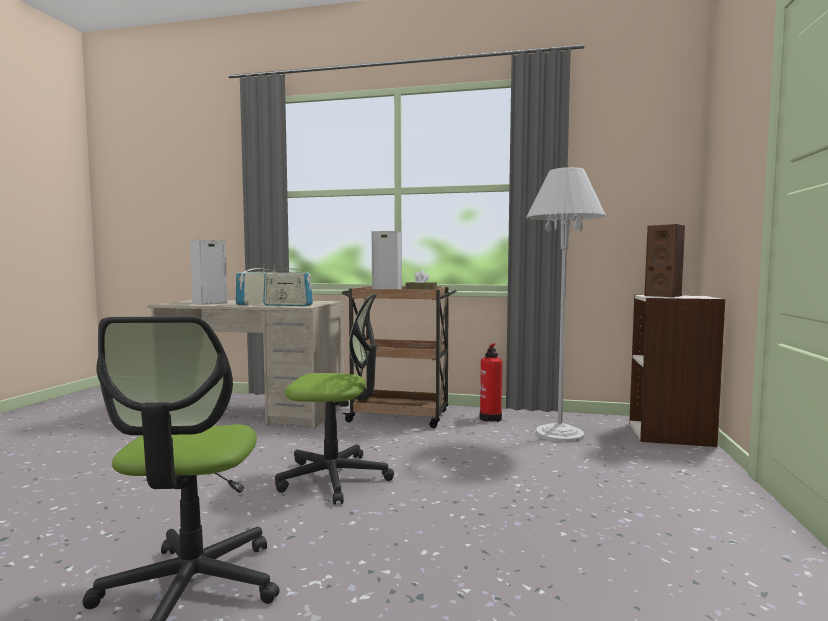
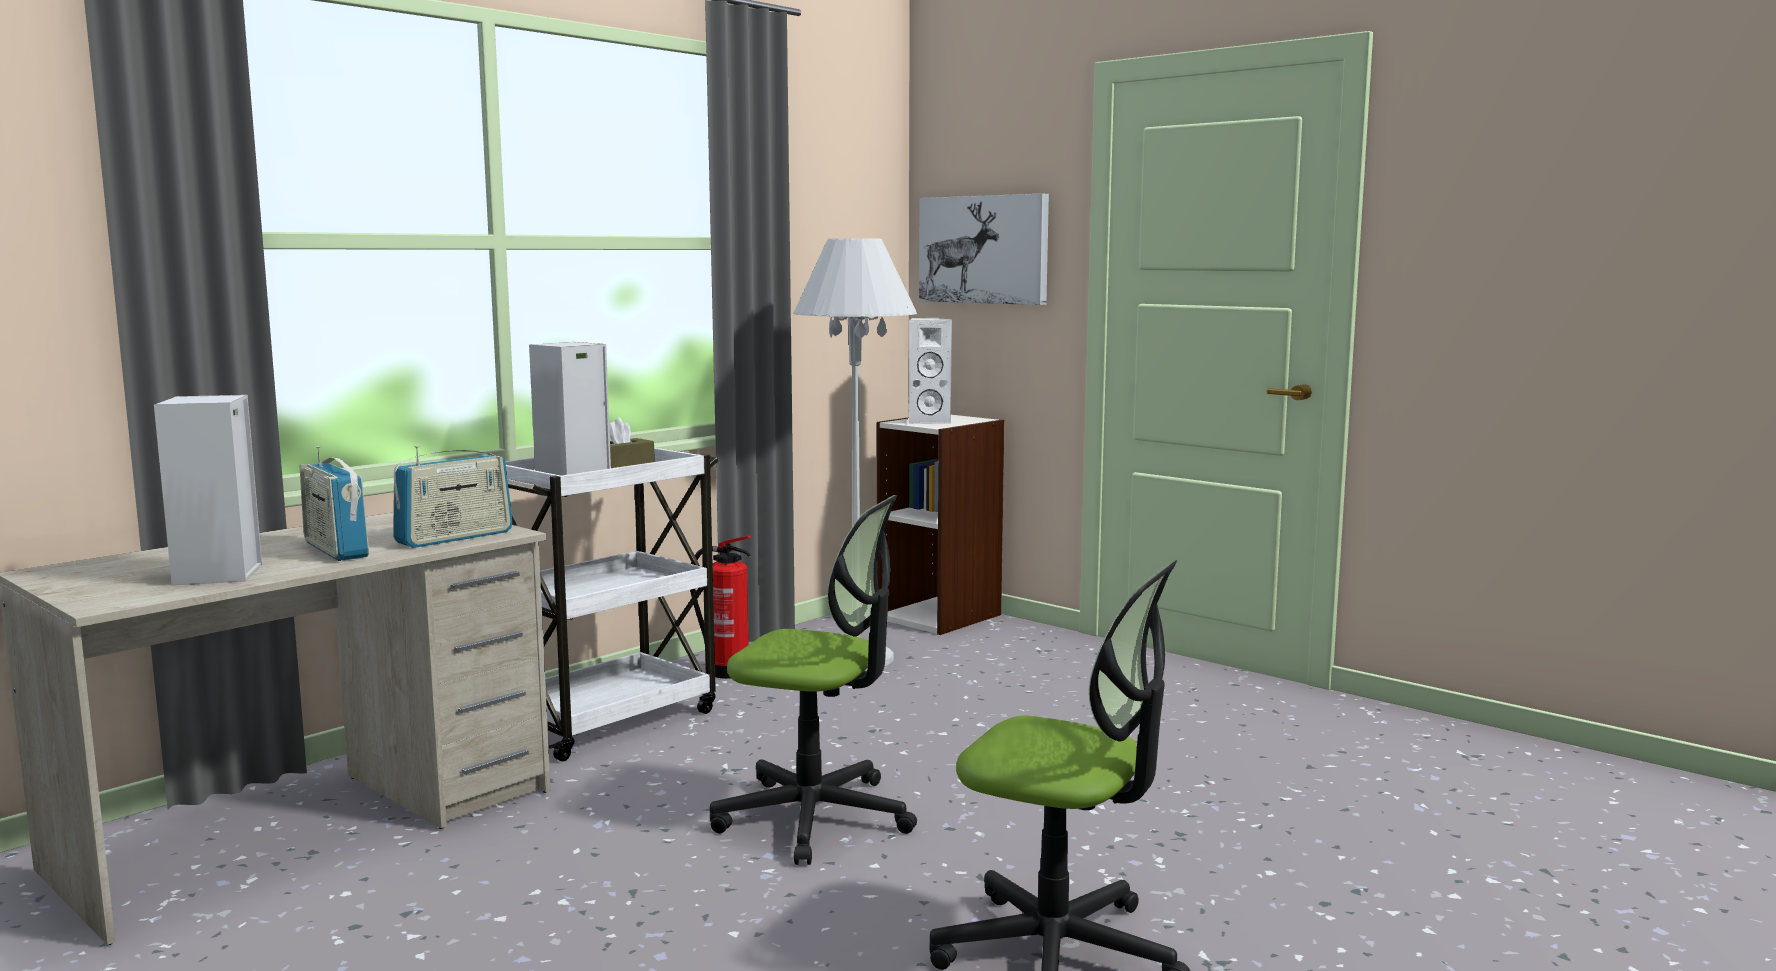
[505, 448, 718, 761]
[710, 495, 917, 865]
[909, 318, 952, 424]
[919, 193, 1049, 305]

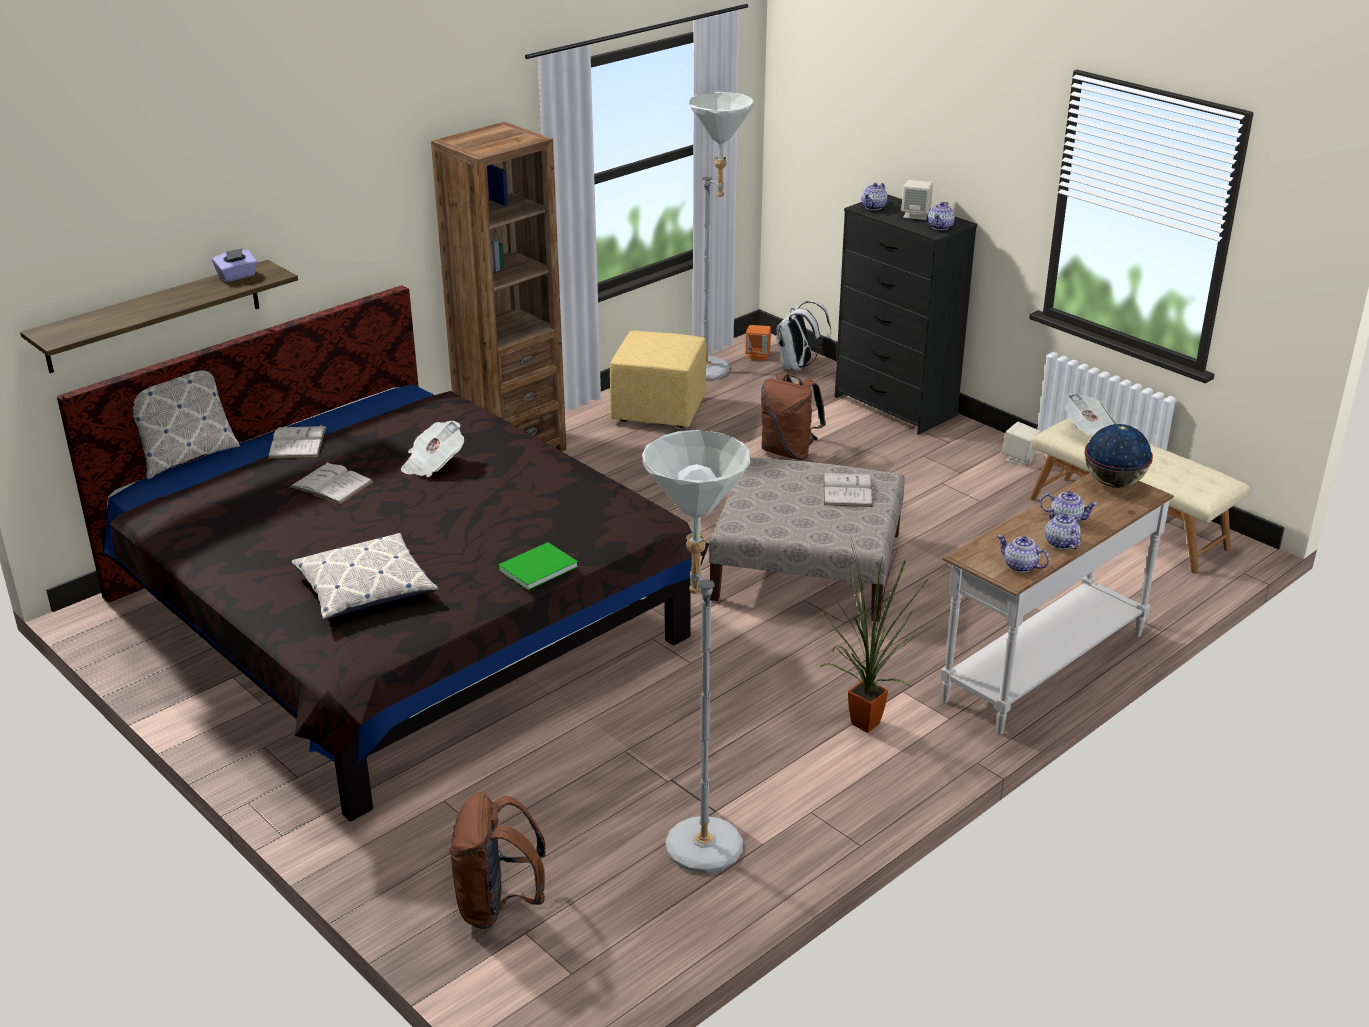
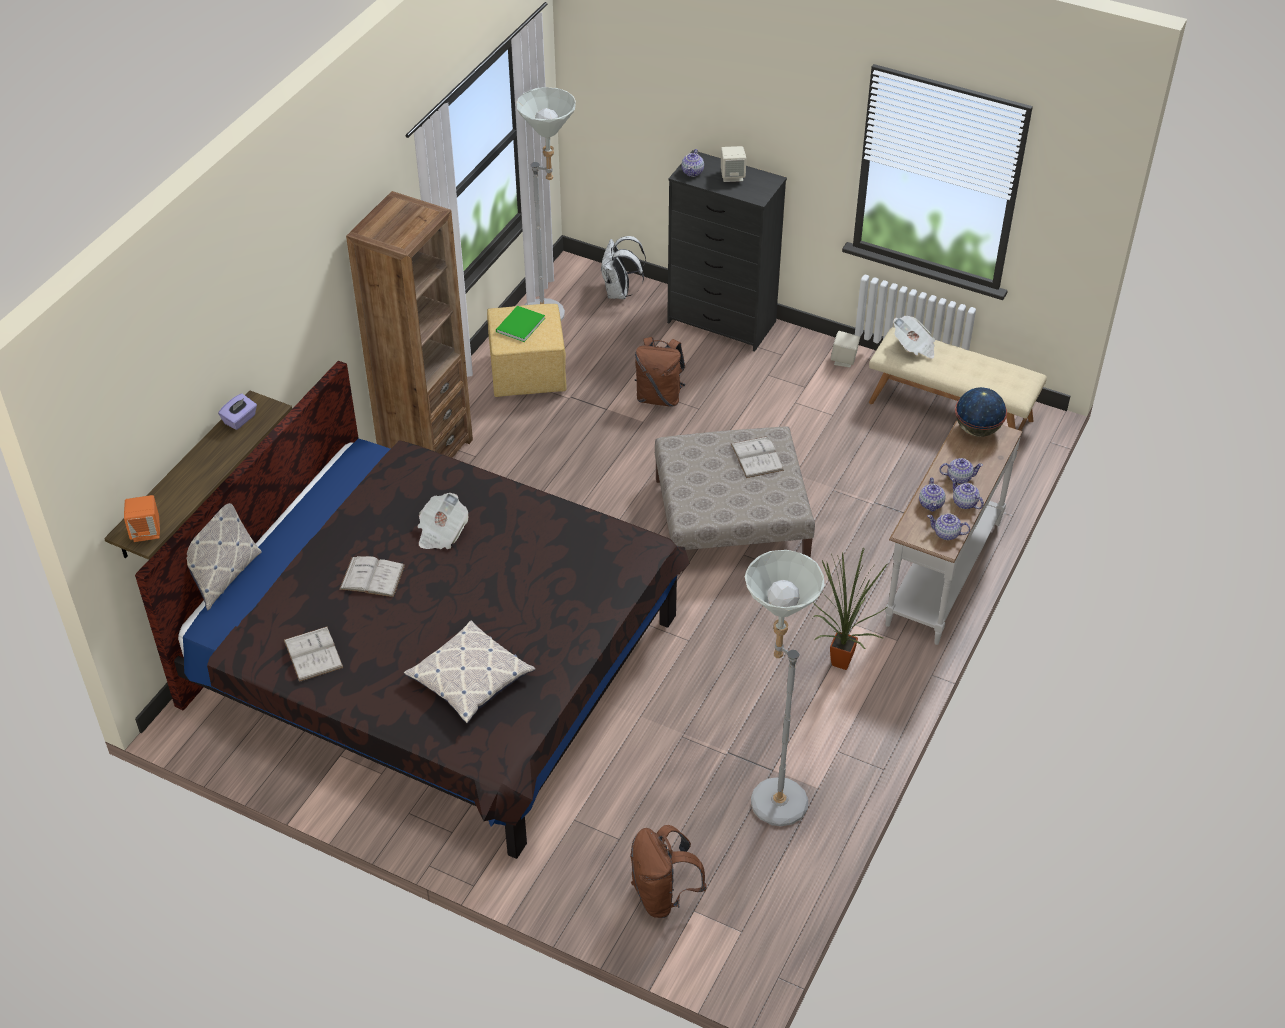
[124, 495, 160, 542]
[284, 626, 343, 682]
[496, 306, 545, 342]
[919, 477, 946, 512]

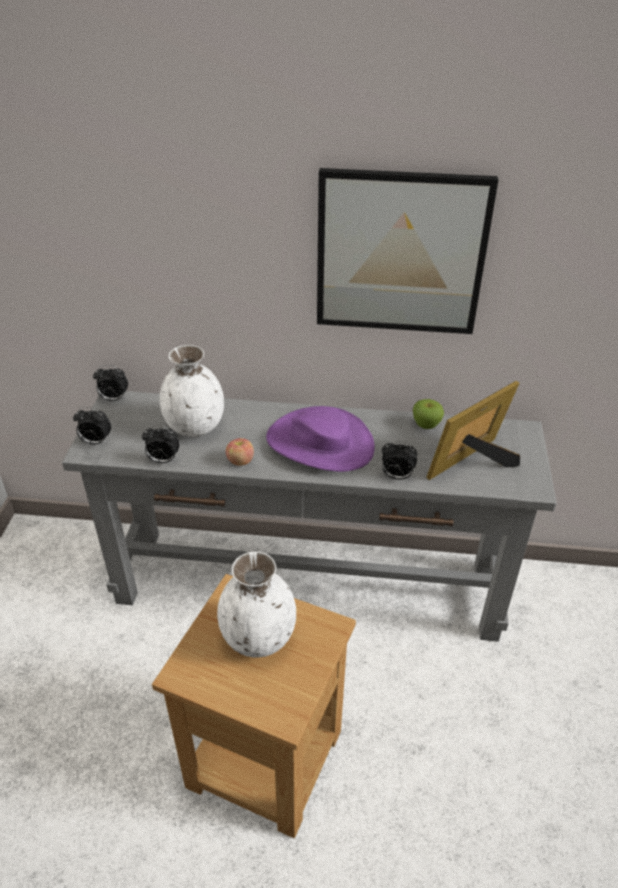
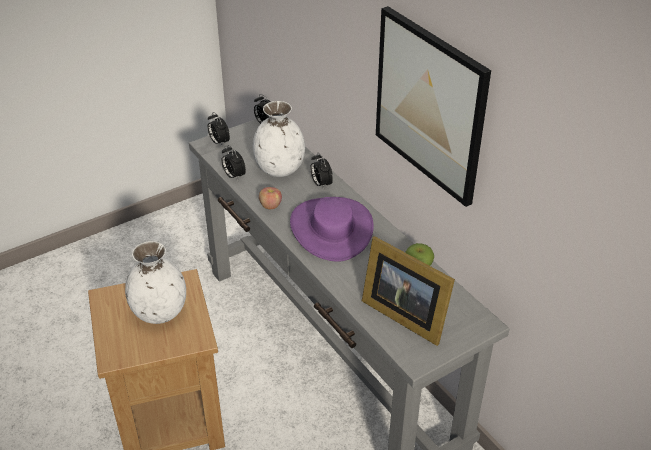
[310, 153, 333, 190]
[362, 236, 455, 346]

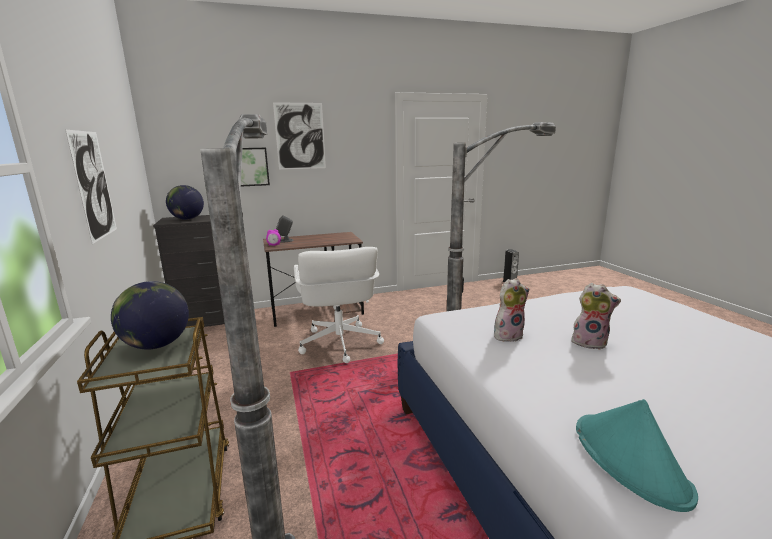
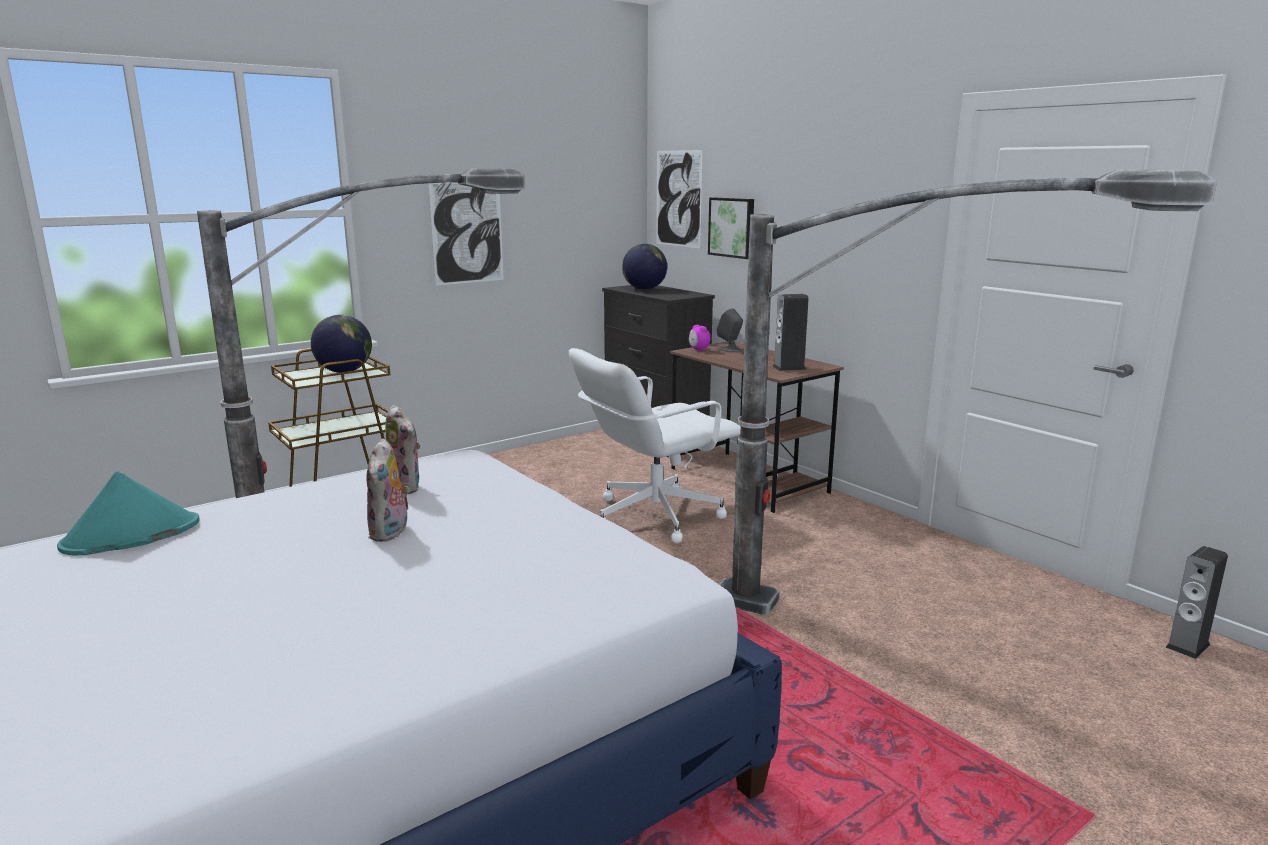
[656, 150, 703, 249]
[772, 294, 809, 371]

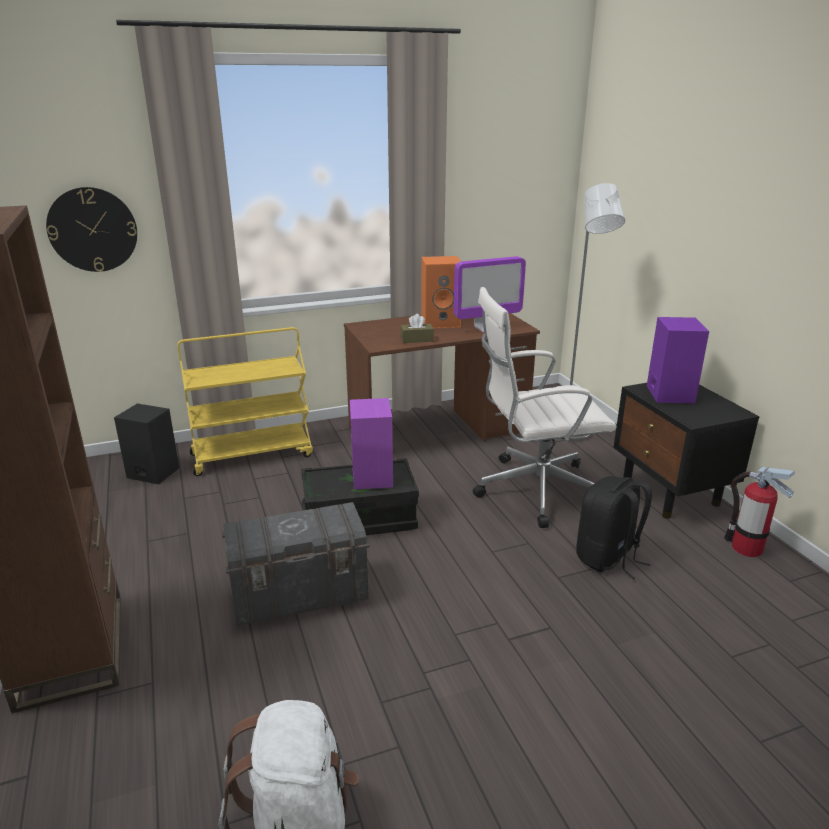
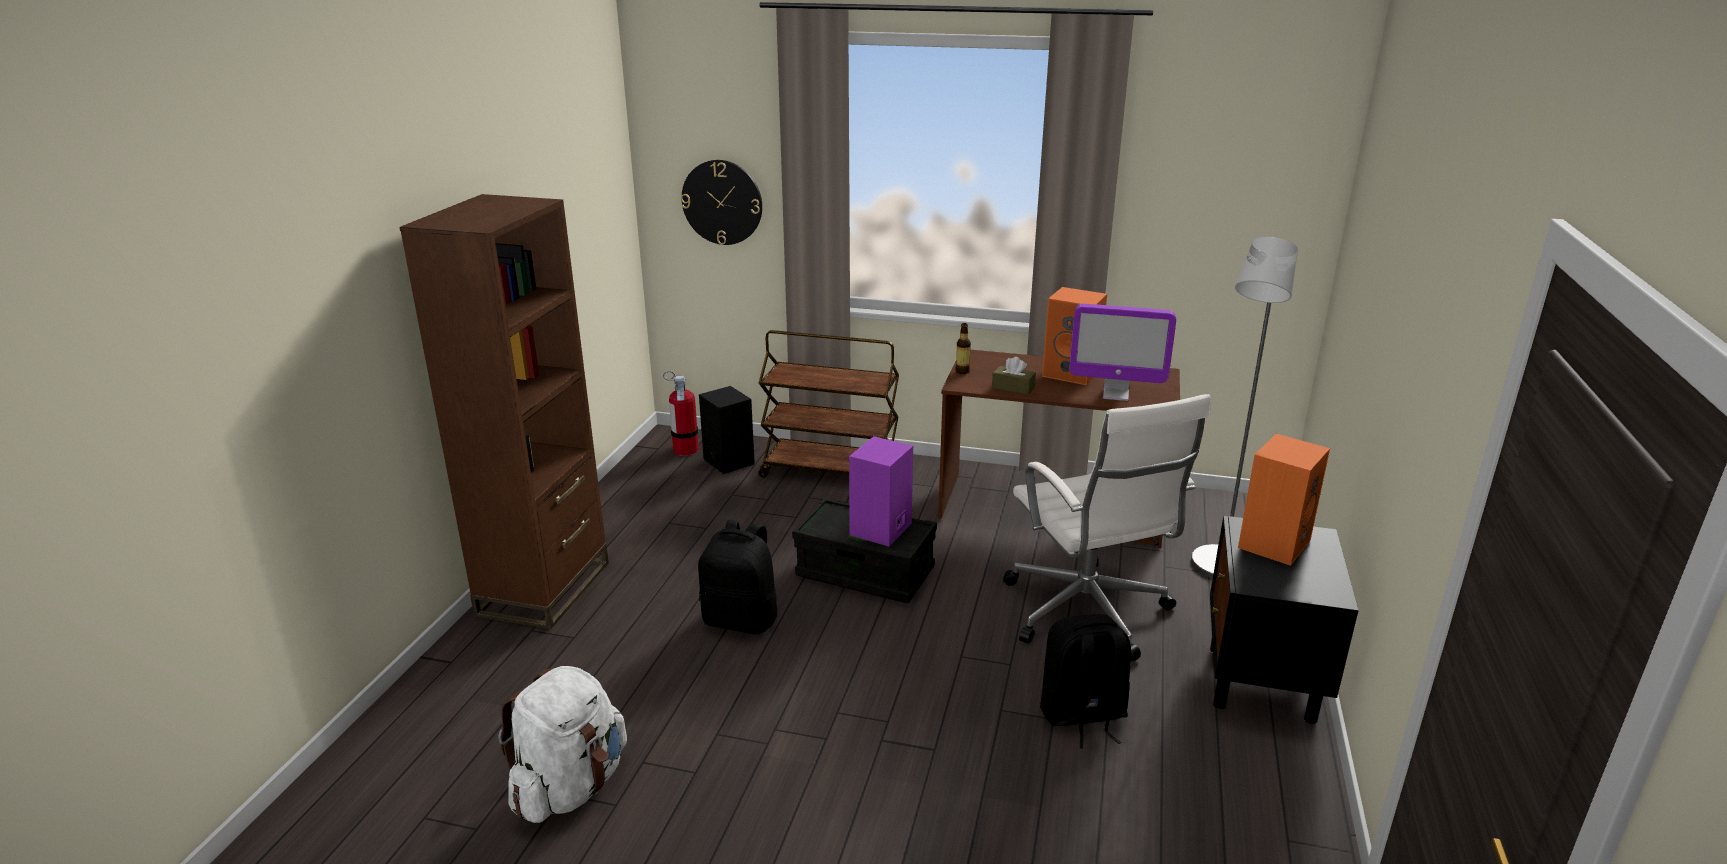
[663, 371, 699, 456]
[698, 519, 778, 634]
[758, 330, 899, 478]
[955, 323, 971, 374]
[1003, 394, 1211, 661]
[1238, 434, 1330, 566]

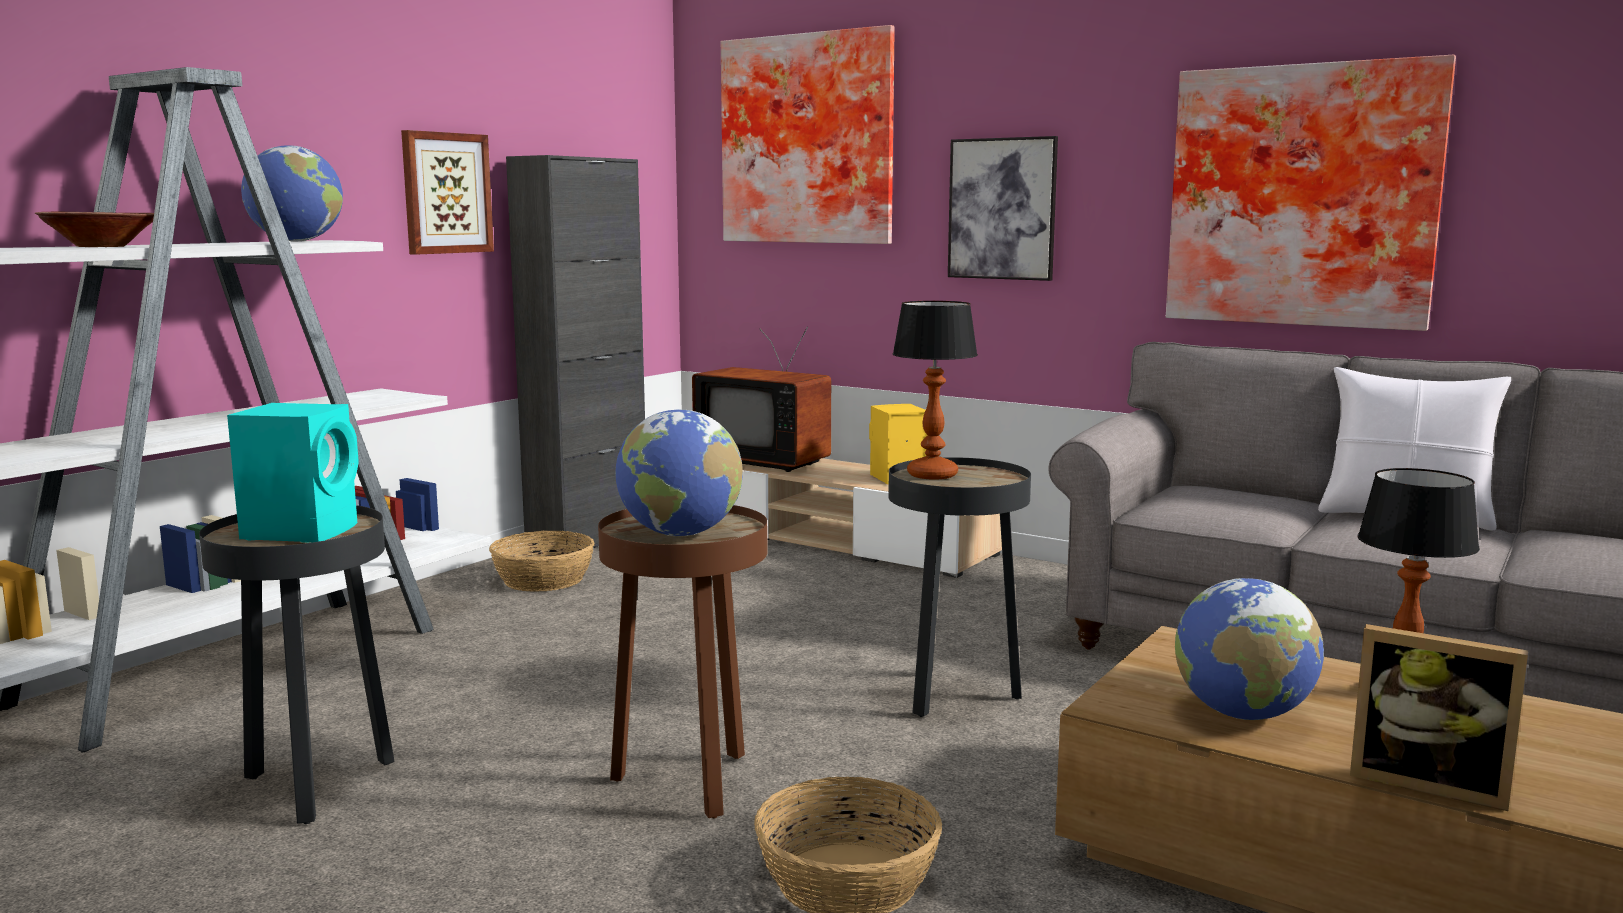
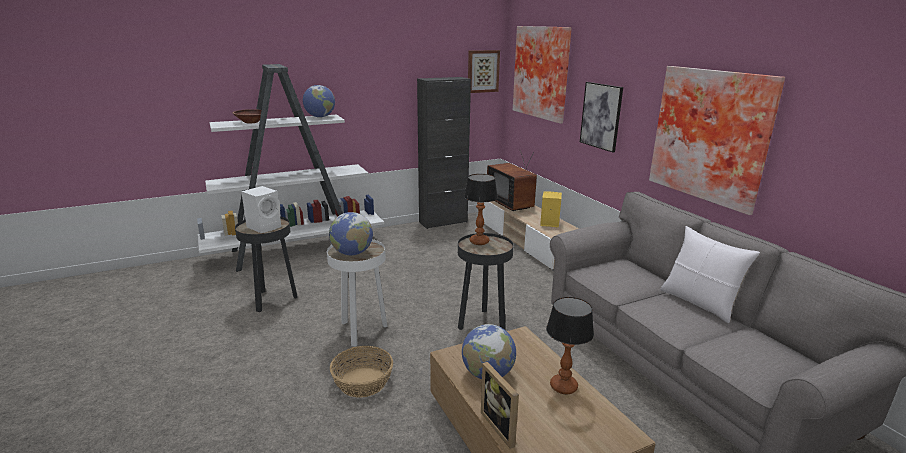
[241, 186, 281, 233]
[327, 239, 387, 347]
[468, 50, 500, 93]
[489, 531, 595, 592] (first image)

